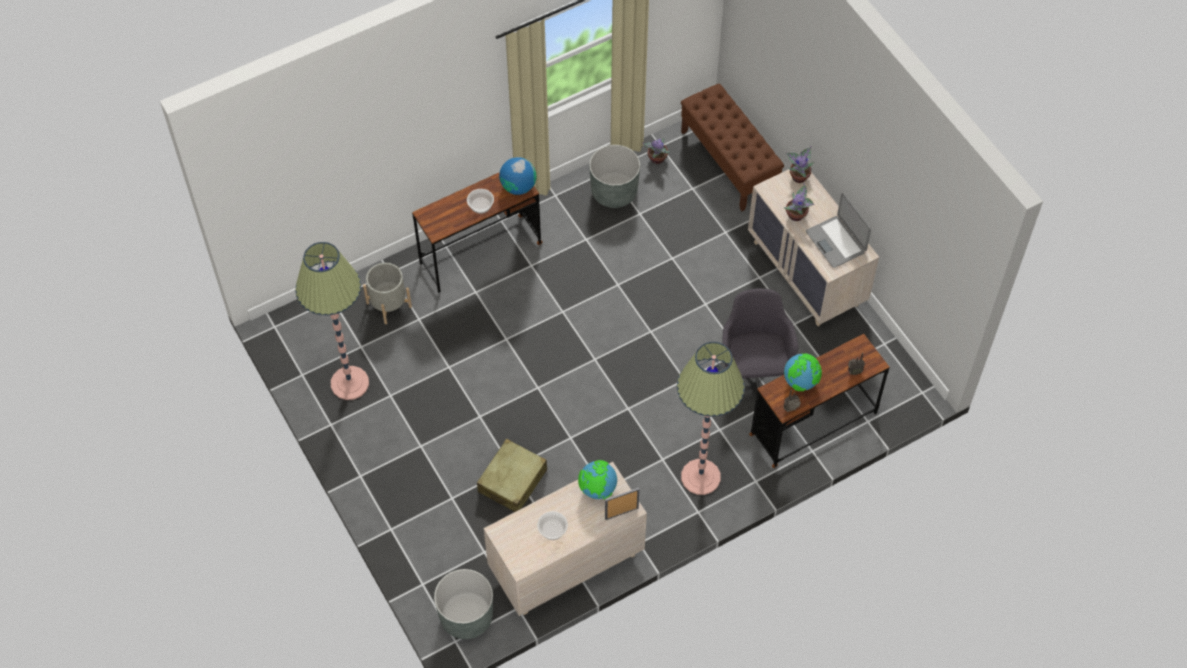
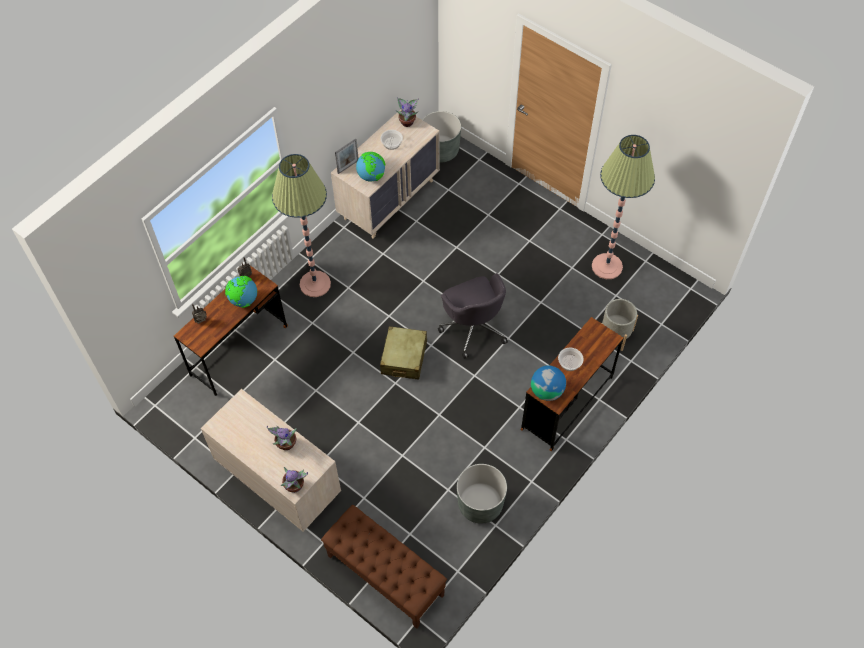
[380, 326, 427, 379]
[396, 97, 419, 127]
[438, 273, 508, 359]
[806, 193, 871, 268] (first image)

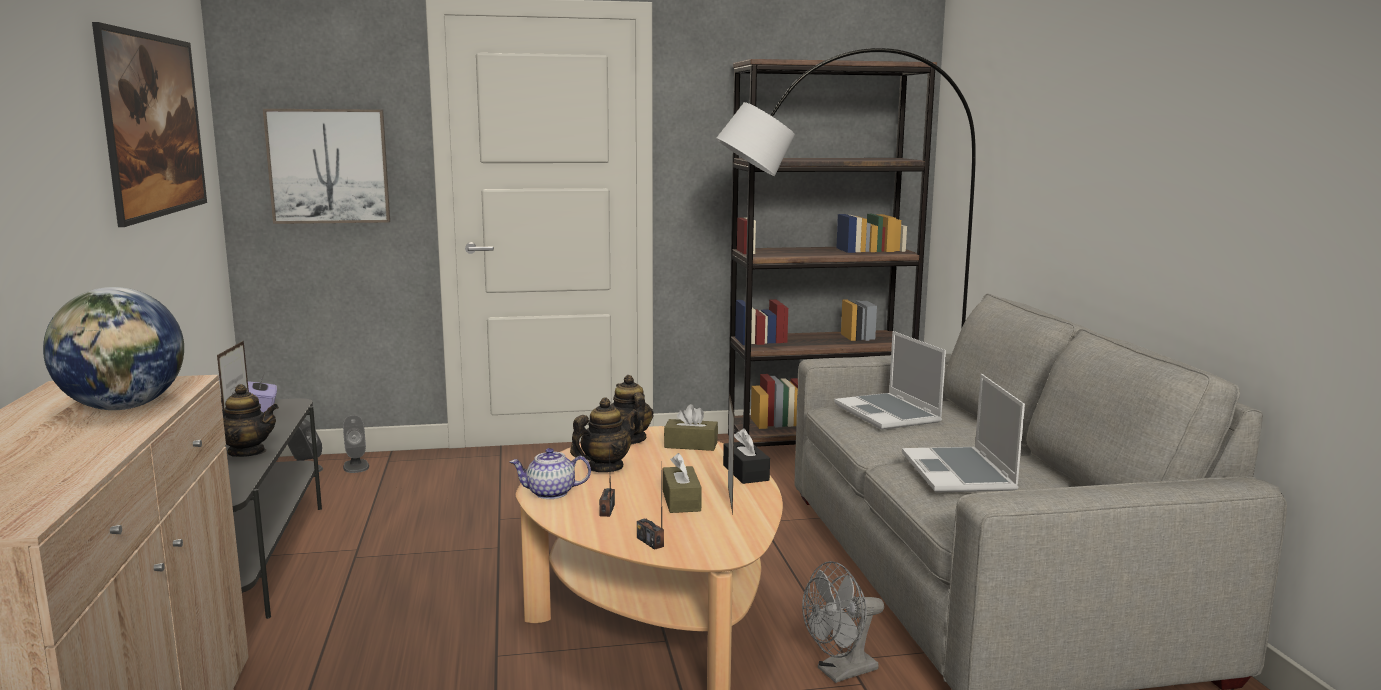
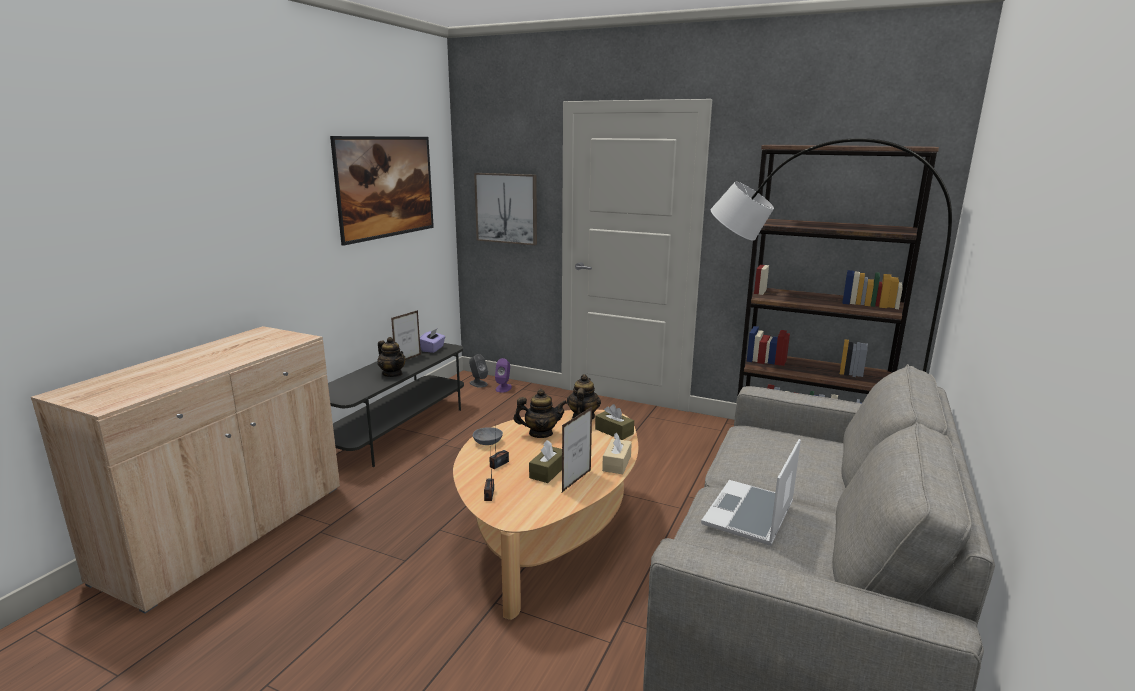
[473, 427, 503, 445]
[495, 358, 512, 392]
[602, 433, 632, 474]
[43, 287, 184, 410] (first image)
[802, 561, 884, 683] (first image)
[834, 331, 946, 430] (first image)

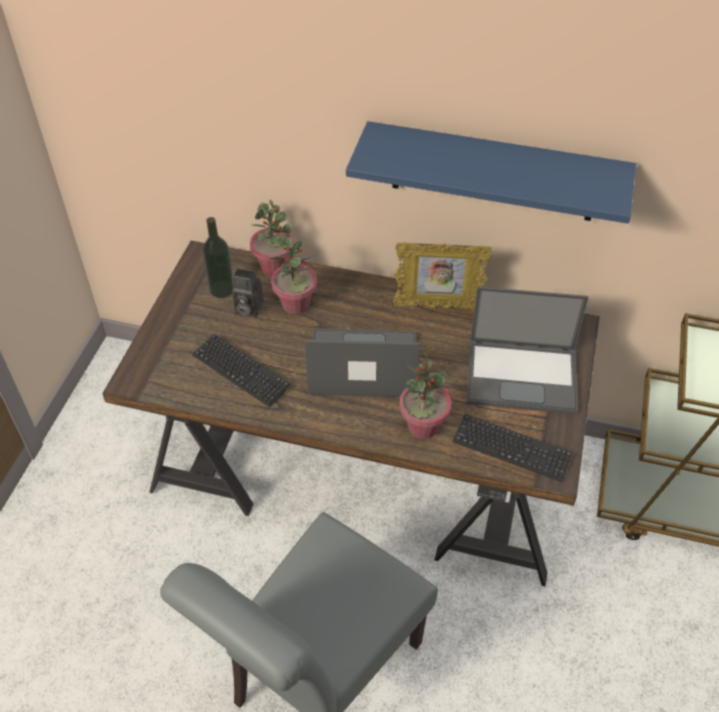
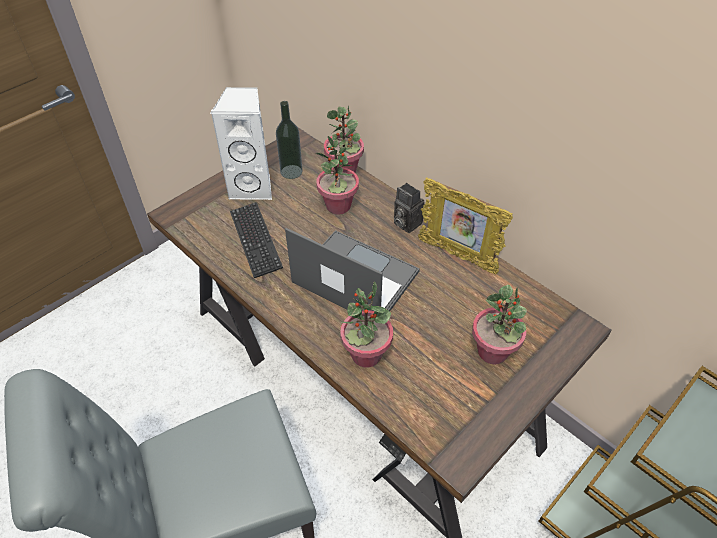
[210, 87, 272, 200]
[394, 183, 425, 233]
[472, 285, 527, 364]
[346, 121, 636, 224] (first image)
[452, 414, 573, 482] (first image)

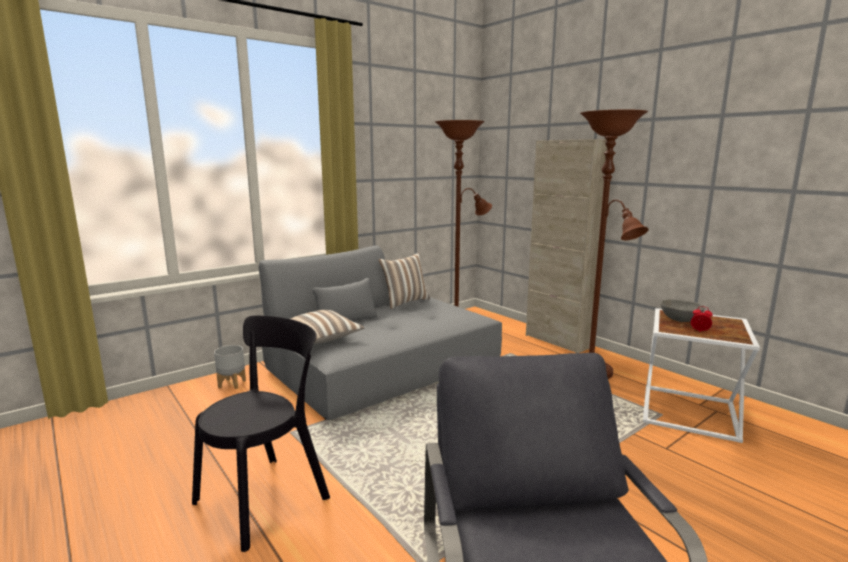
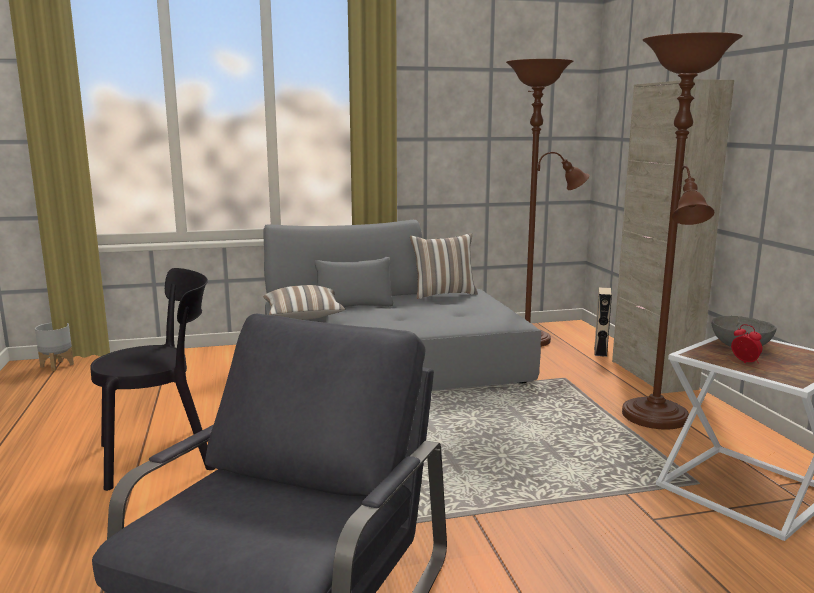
[35, 322, 74, 371]
[594, 287, 612, 357]

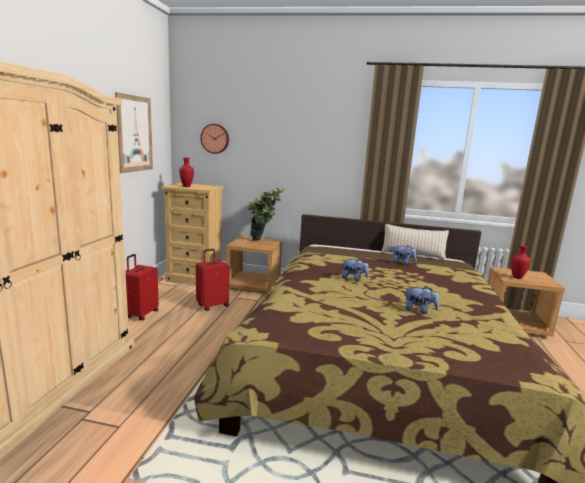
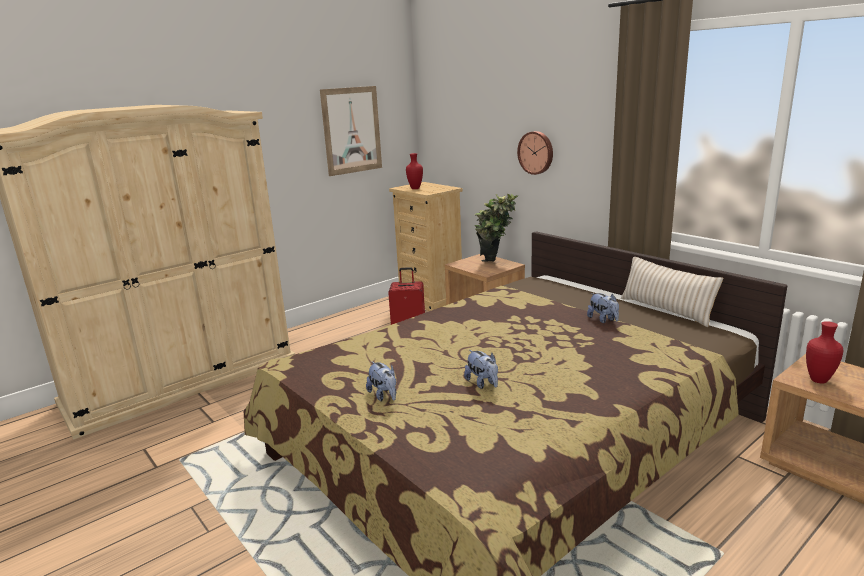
[366, 361, 396, 401]
[517, 131, 553, 175]
[125, 254, 159, 320] (first image)

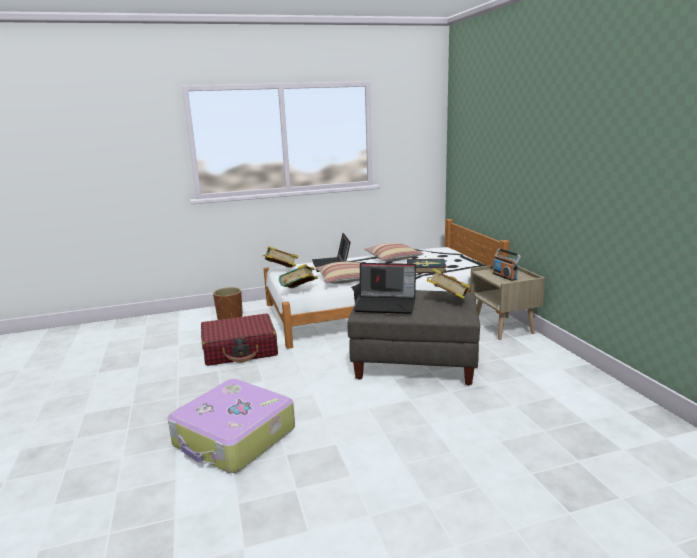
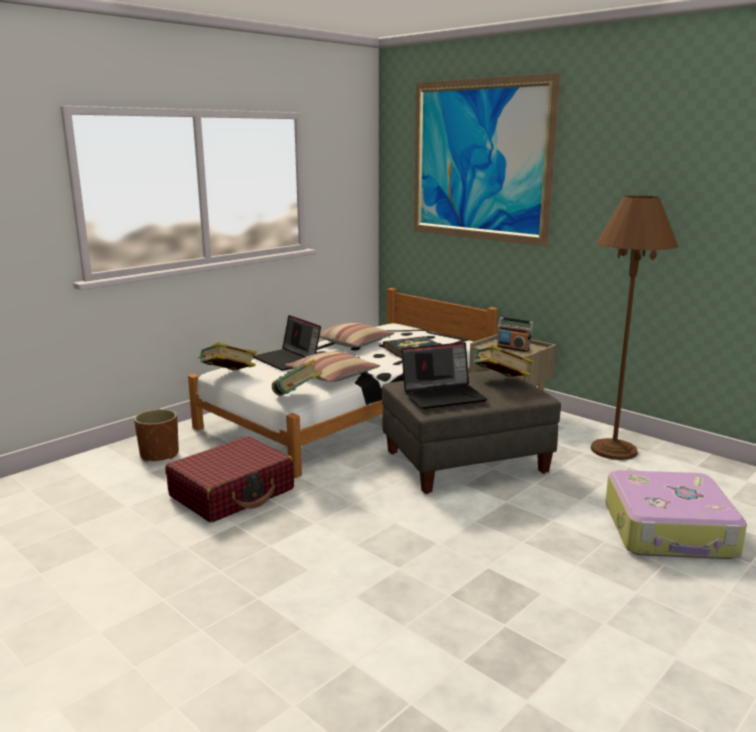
[414, 73, 561, 247]
[591, 196, 678, 460]
[605, 470, 747, 559]

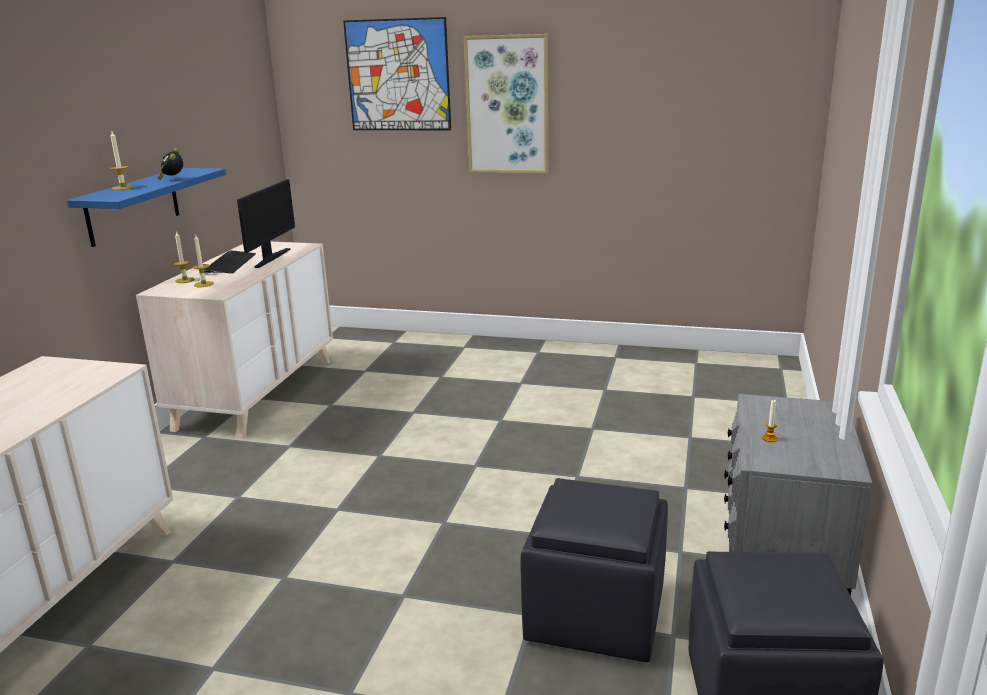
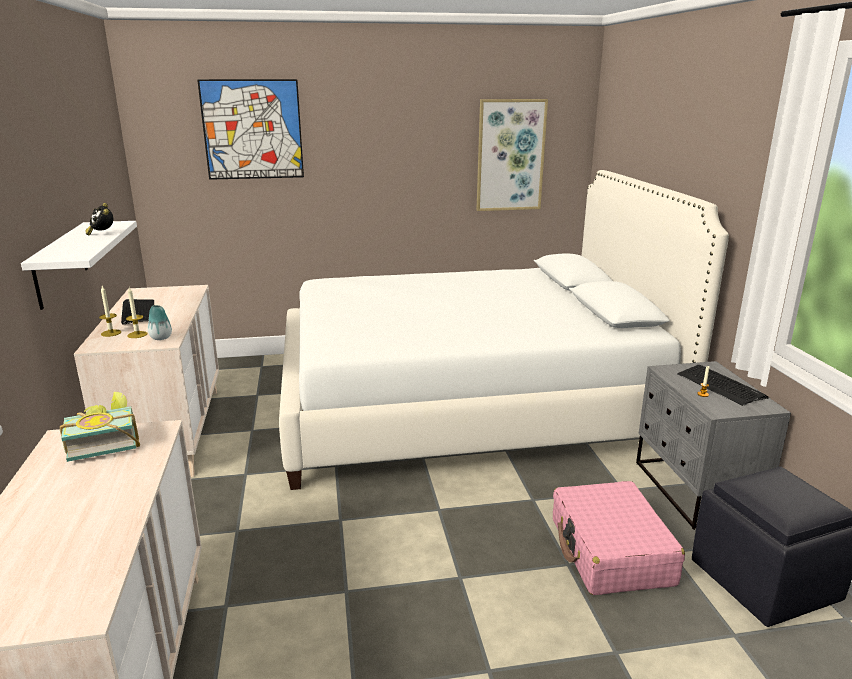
[21, 221, 137, 310]
[60, 392, 140, 462]
[148, 305, 172, 340]
[279, 170, 729, 490]
[477, 99, 548, 211]
[553, 481, 685, 595]
[677, 365, 769, 406]
[109, 131, 134, 190] (first image)
[237, 179, 295, 268] (first image)

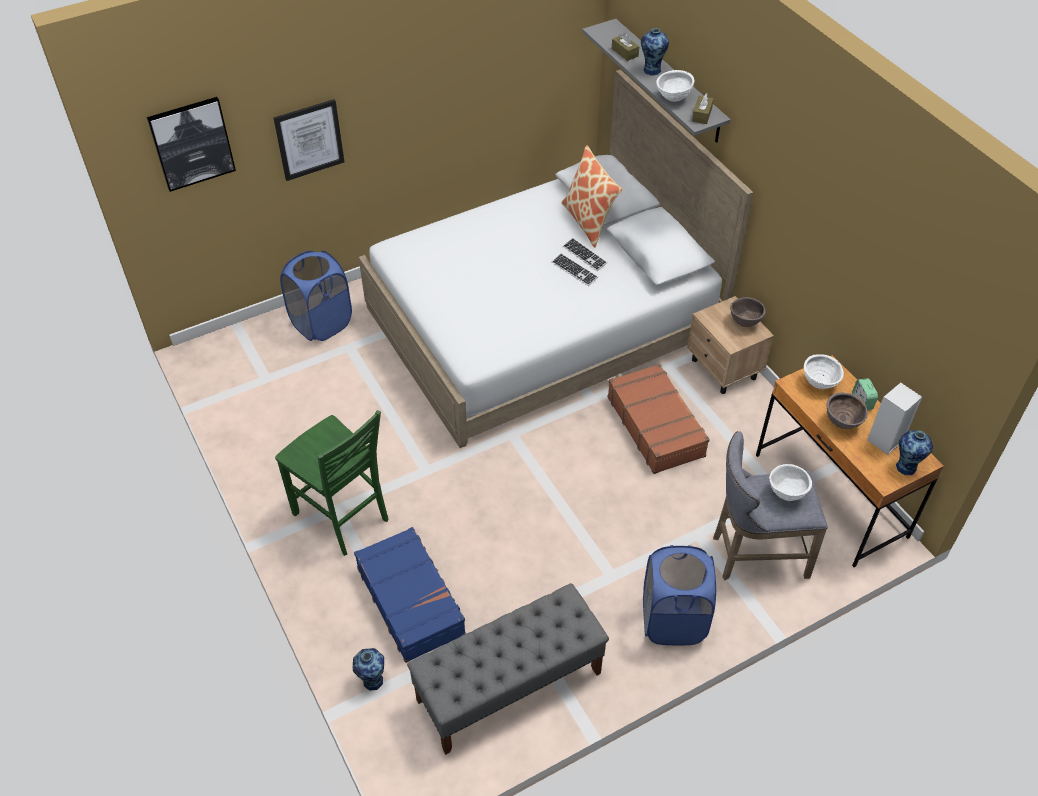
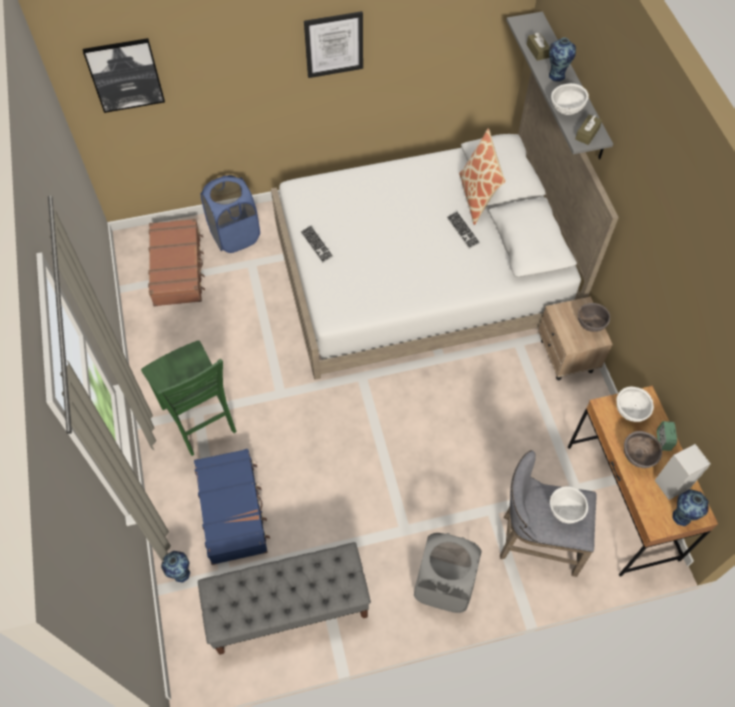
[148, 219, 205, 306]
[300, 225, 334, 263]
[304, 11, 363, 78]
[414, 533, 482, 613]

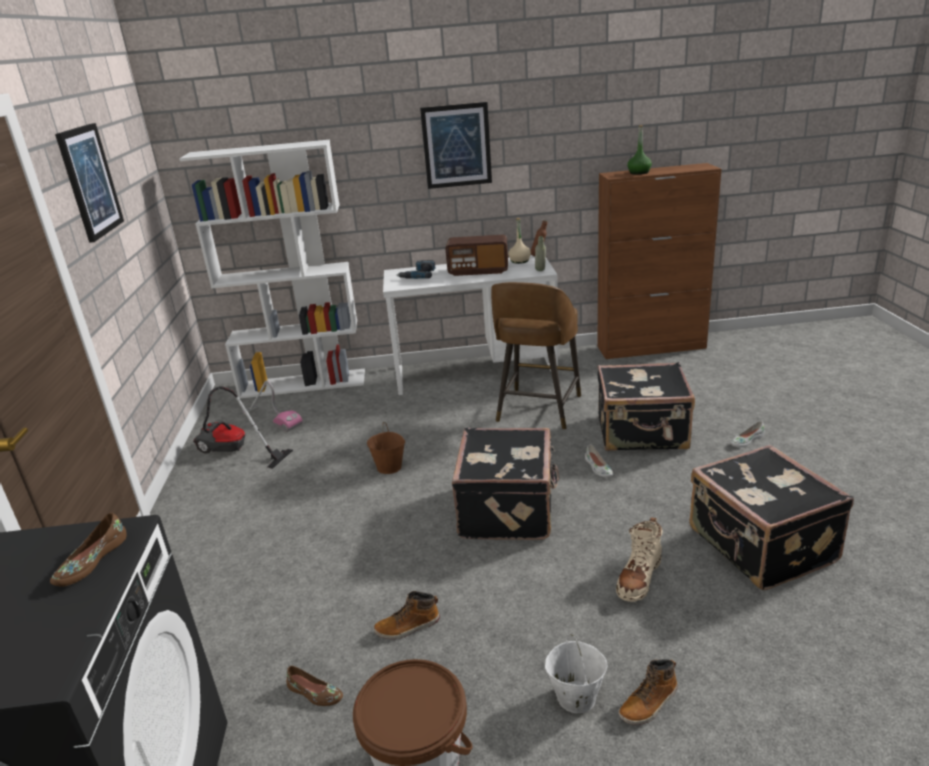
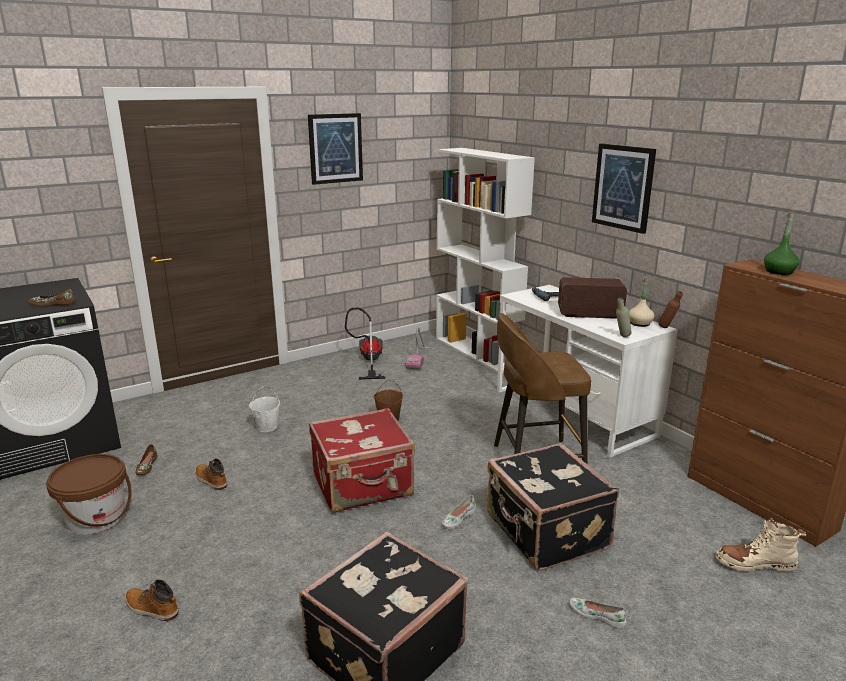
[249, 387, 280, 432]
[309, 407, 415, 513]
[558, 277, 627, 319]
[716, 517, 807, 572]

